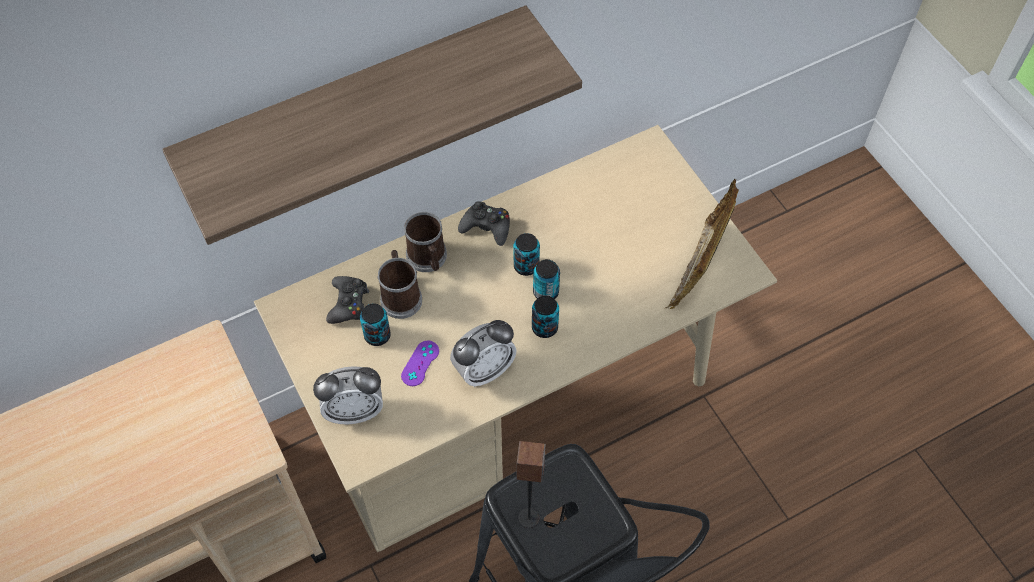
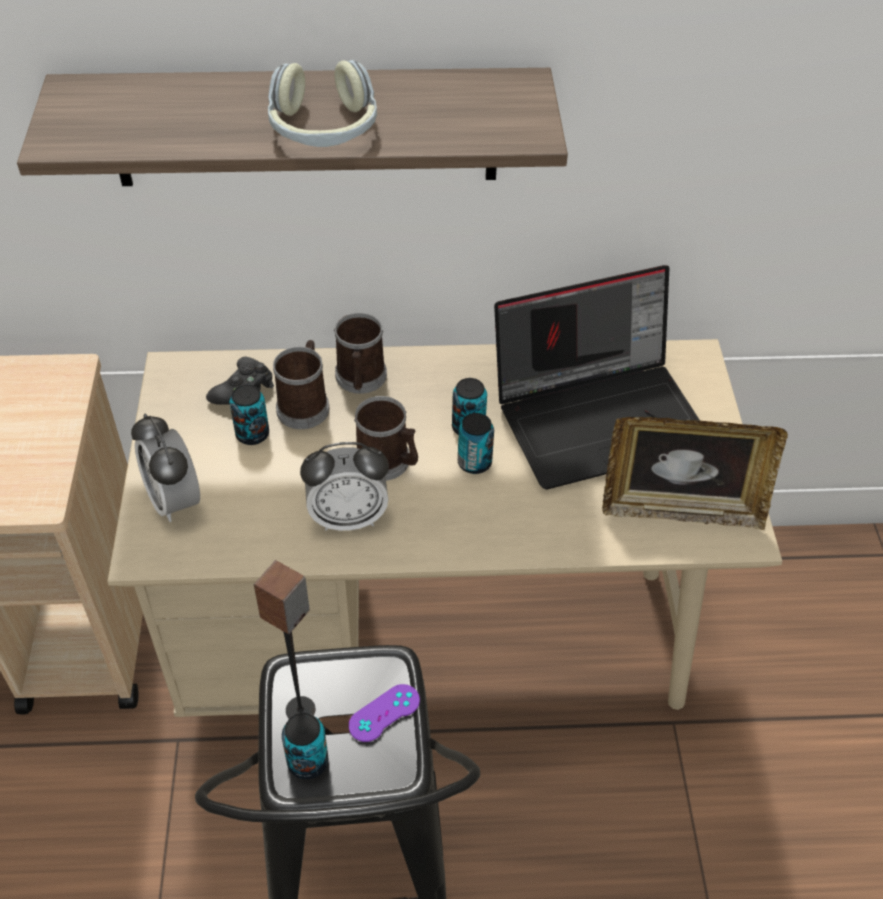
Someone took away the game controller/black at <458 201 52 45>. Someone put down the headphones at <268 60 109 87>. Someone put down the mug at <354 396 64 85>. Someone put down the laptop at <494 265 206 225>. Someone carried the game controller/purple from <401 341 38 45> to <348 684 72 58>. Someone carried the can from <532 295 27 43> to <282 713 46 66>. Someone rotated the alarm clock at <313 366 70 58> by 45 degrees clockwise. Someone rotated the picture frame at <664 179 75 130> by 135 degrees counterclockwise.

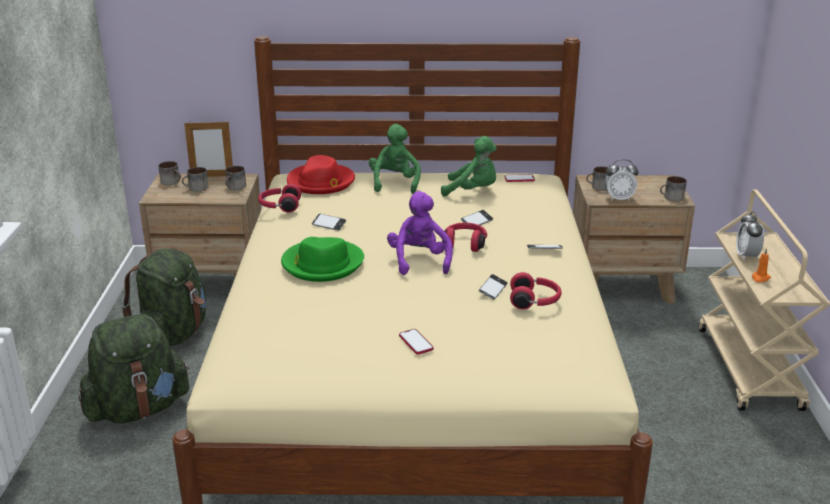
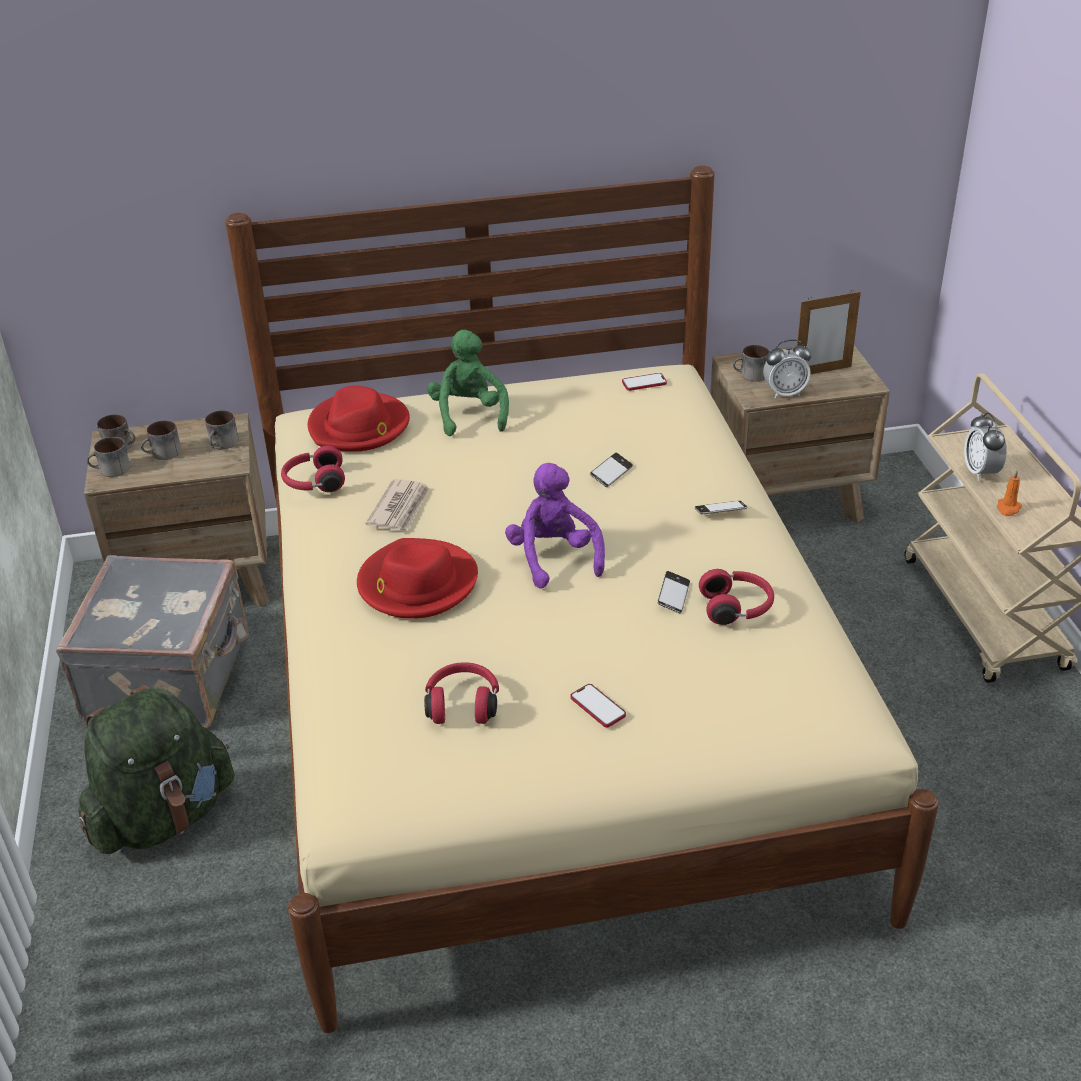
Someone took away the plush toy/green at <441 136 56 61>. Someone carried the picture frame from <184 122 49 55> to <797 290 64 84>. Someone carried the headphones/red from <442 223 45 29> to <424 662 75 62>. Someone carried the mug from <660 176 27 25> to <86 437 44 40>. Someone swapped the backpack/green at <122 248 85 98> for the suitcase/grey at <56 555 194 173>. Someone swapped the phone at <312 214 34 17> for the newspaper at <366 479 63 52>. Someone repainted the hat/green at <281 237 83 45>, which became the hat/red at <357 538 121 81>.

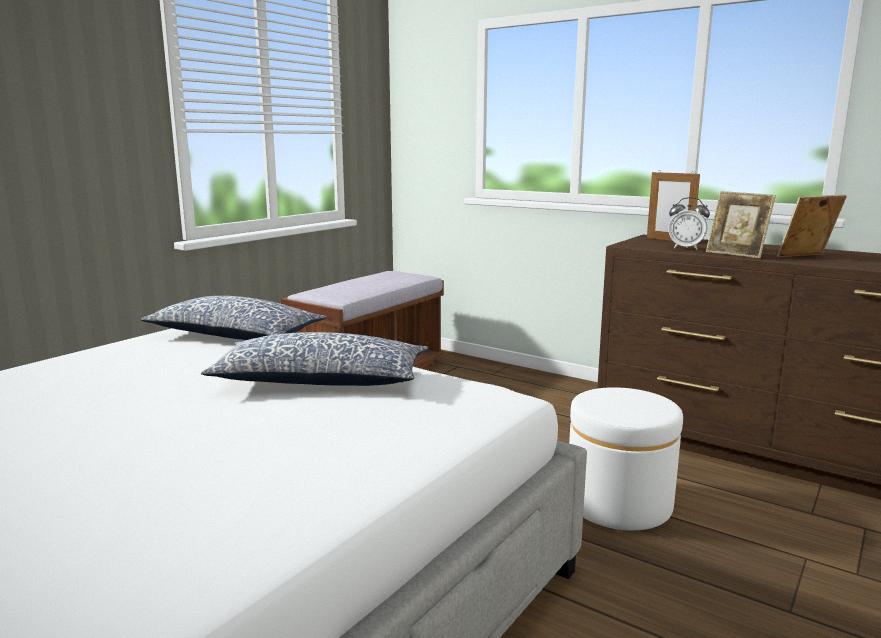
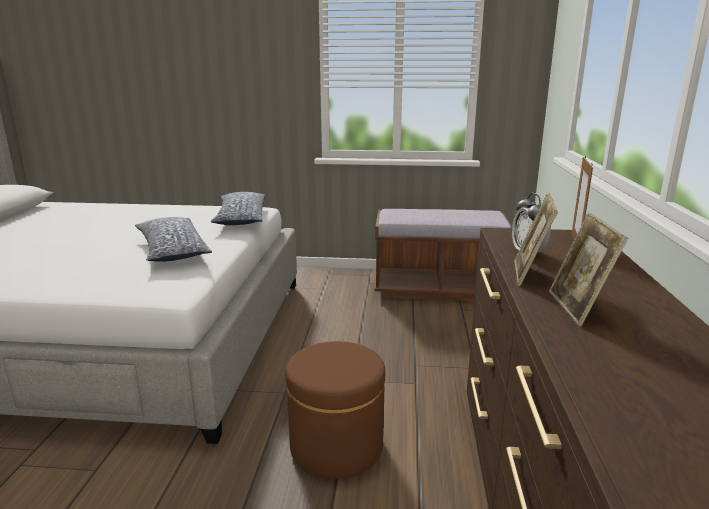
Someone repainted the ottoman/white at <569 387 114 143>, which became the ottoman/brown at <286 341 99 138>. Someone rotated the picture frame at <777 195 70 62> by 135 degrees counterclockwise.

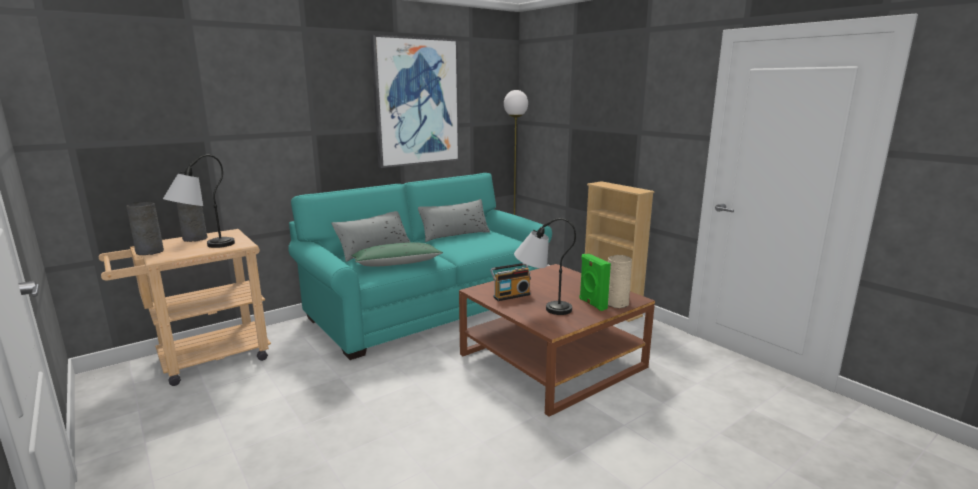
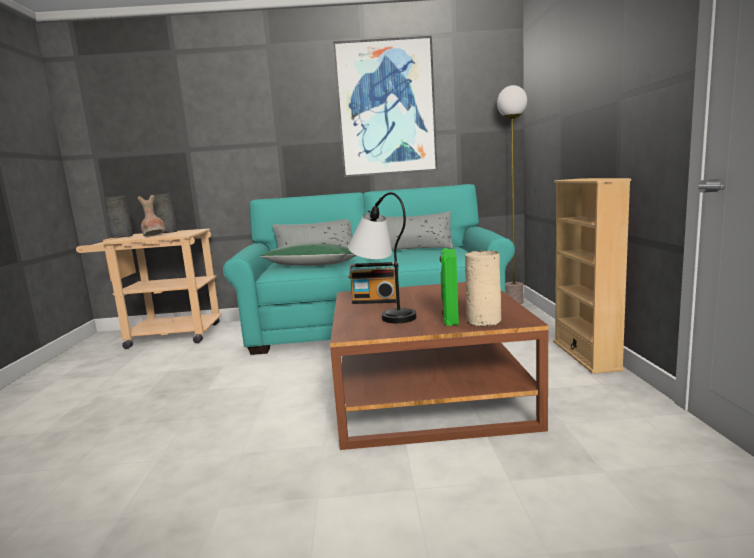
Someone swapped the table lamp at <163 155 72 93> for the vase/brown at <137 195 29 41>.

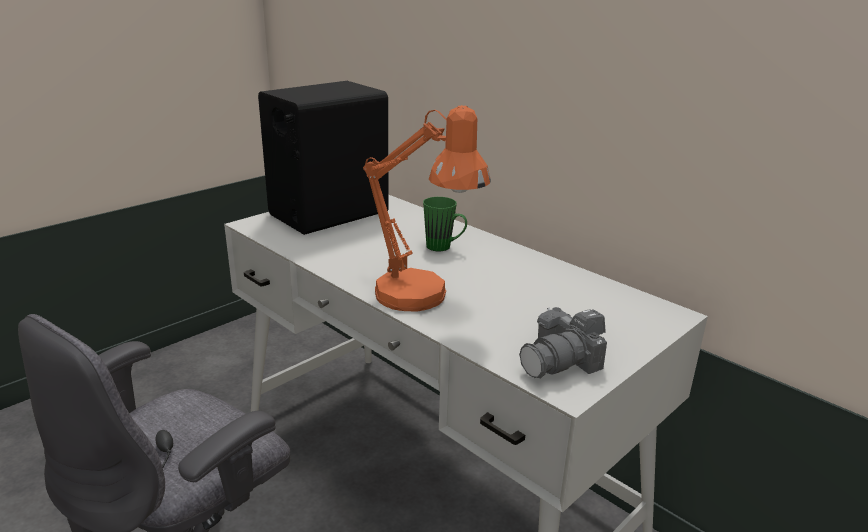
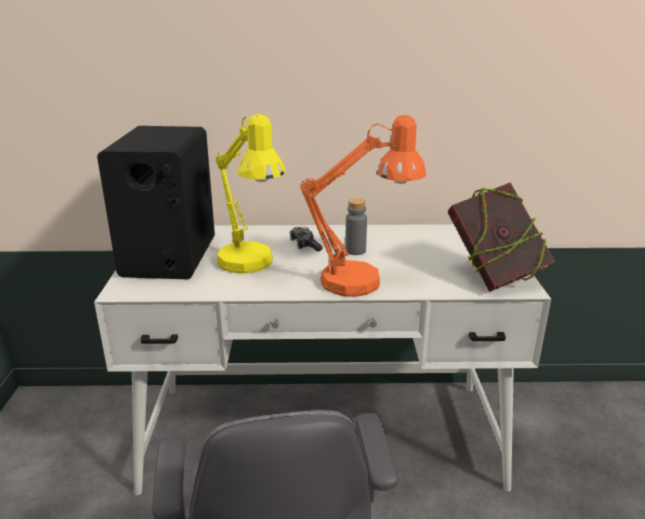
Someone put down the table lamp/yellow at <215 114 71 159>. Someone put down the bottle/grey at <345 198 22 57>. Someone swapped the mug/green at <423 197 44 54> for the game controller at <289 227 34 24>. Someone swapped the photo camera at <519 307 88 71> for the book at <448 182 107 110>.

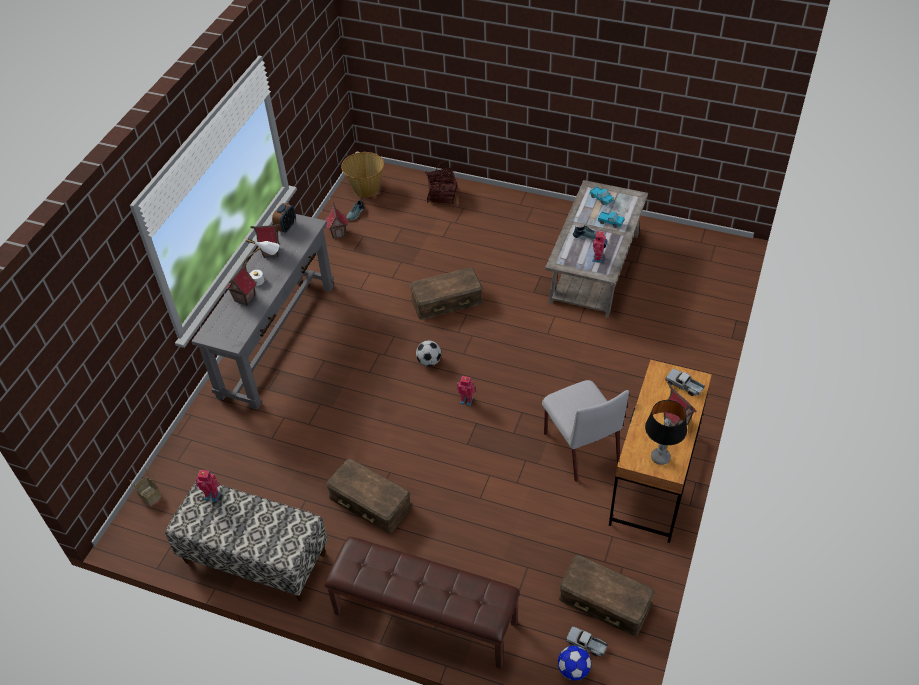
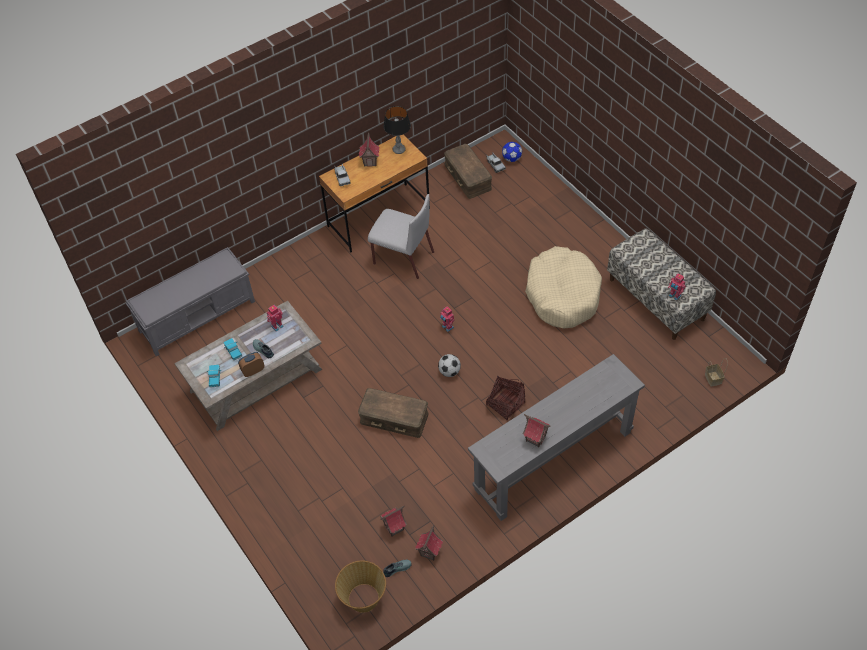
Someone took away the table lamp/white at <241 238 38 48>. Someone took away the bench/brown at <325 537 195 132>. Someone put down the bench/grey at <126 247 129 109>. Someone carried the toy house from <226 262 31 44> to <380 506 27 31>. Someone carried the alarm clock from <272 203 24 30> to <238 352 27 25>. Someone carried the basket from <425 161 32 43> to <486 376 39 45>. Someone swapped the storage box/brown at <326 459 86 75> for the dog bed/beige at <525 246 77 82>. Someone rotated the chair/grey at <542 380 87 102> by 105 degrees clockwise.

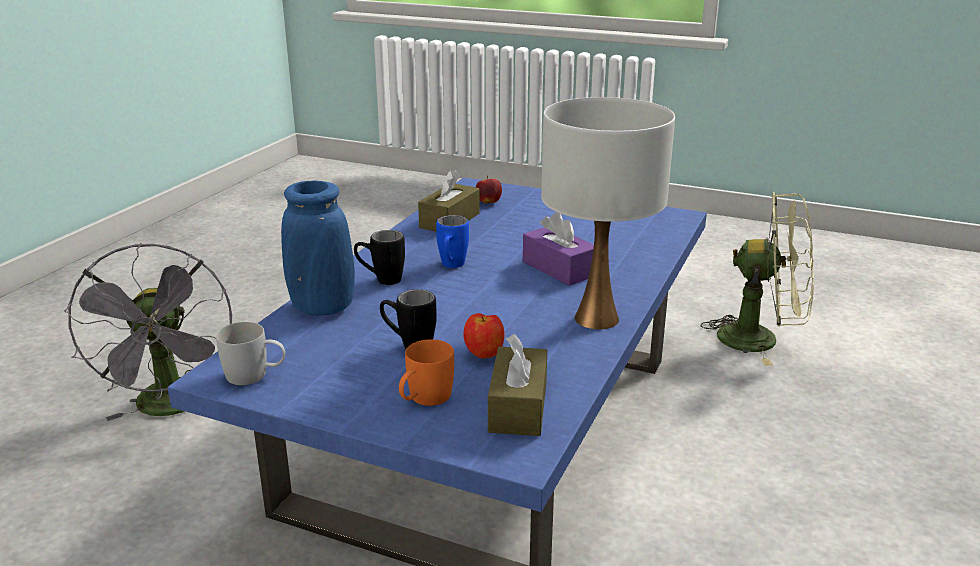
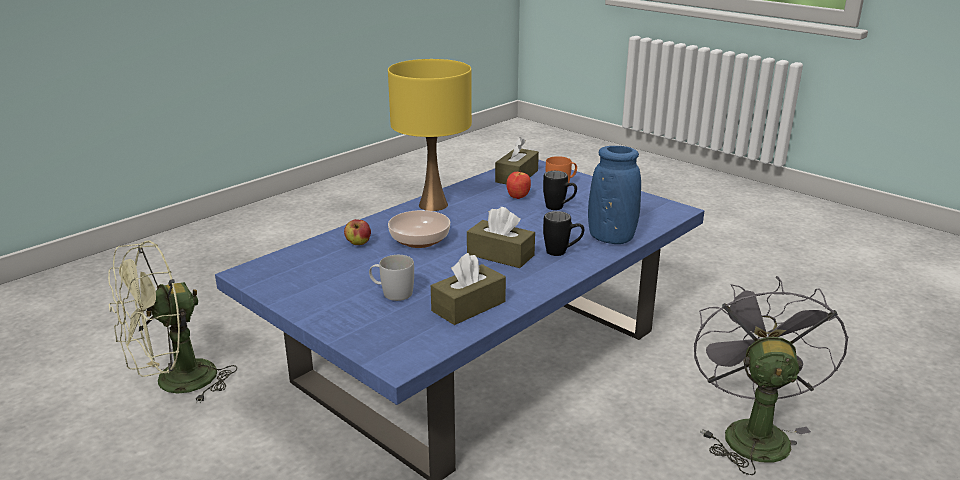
Someone carried the mug/white from <216 322 69 63> to <369 255 45 46>. Someone carried the apple from <476 176 26 27> to <344 219 27 26>. Someone swapped the mug/blue at <436 215 33 53> for the tissue box/brown at <467 207 68 61>. Someone swapped the tissue box/purple at <523 212 71 74> for the bowl at <388 210 62 38>. Someone repainted the table lamp/white at <541 97 134 232>, which became the table lamp/yellow at <388 59 84 152>. Someone rotated the fan/green at <701 192 113 174> by 75 degrees counterclockwise.

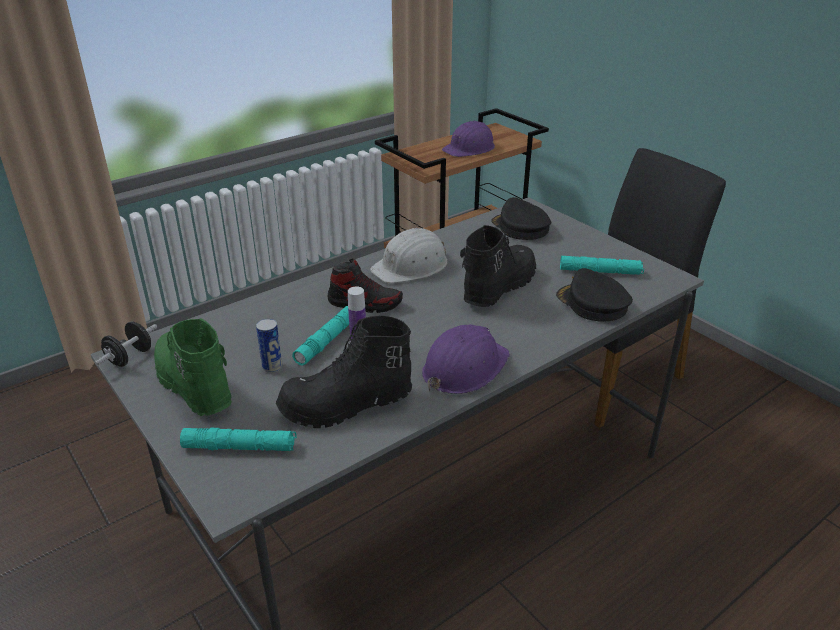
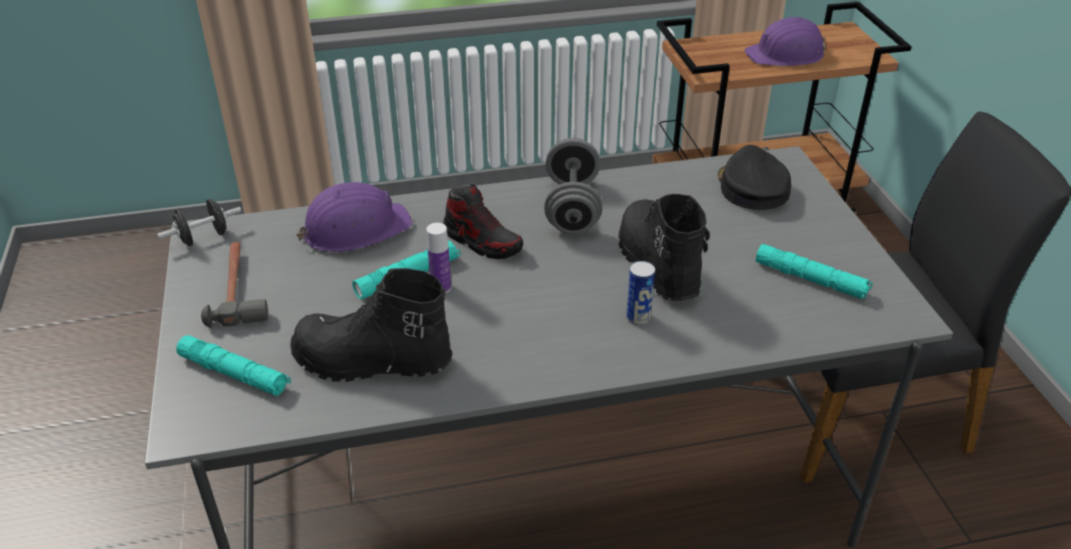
Someone took away the cap/black at <556 268 77 54>. Someone carried the can from <256 319 26 54> to <626 261 29 65>. Someone carried the hard hat/purple from <422 325 88 69> to <296 182 117 70>. Someone swapped the boot/green at <154 318 78 98> for the hammer at <201 242 67 86>. Someone swapped the hard hat/white at <370 228 77 55> for the dumbbell/grey at <544 138 58 97>. Someone rotated the boot/black at <460 225 76 82> by 75 degrees counterclockwise.

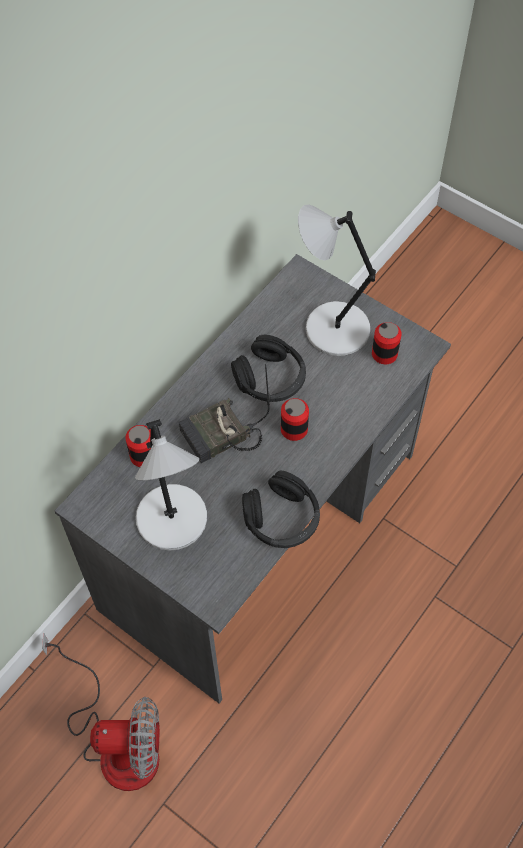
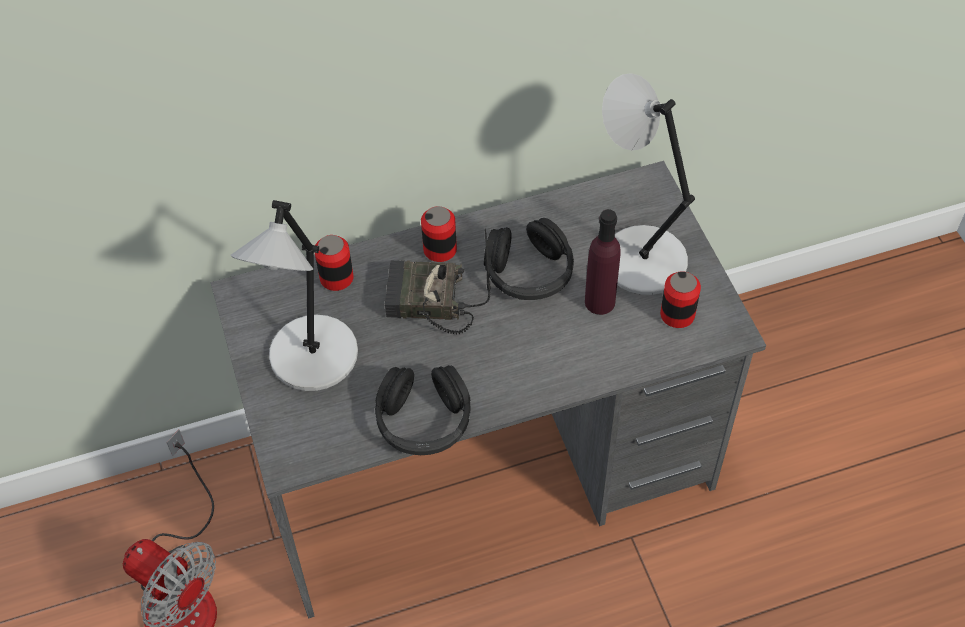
Someone put down the bottle/purple at <585 209 36 106>. Someone carried the can from <281 398 28 43> to <421 206 36 56>.

